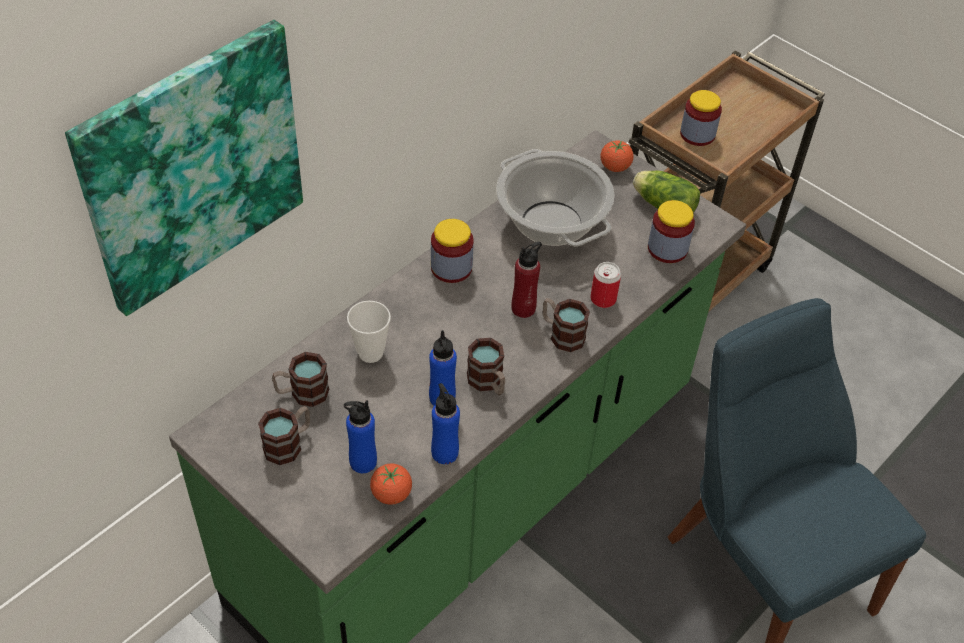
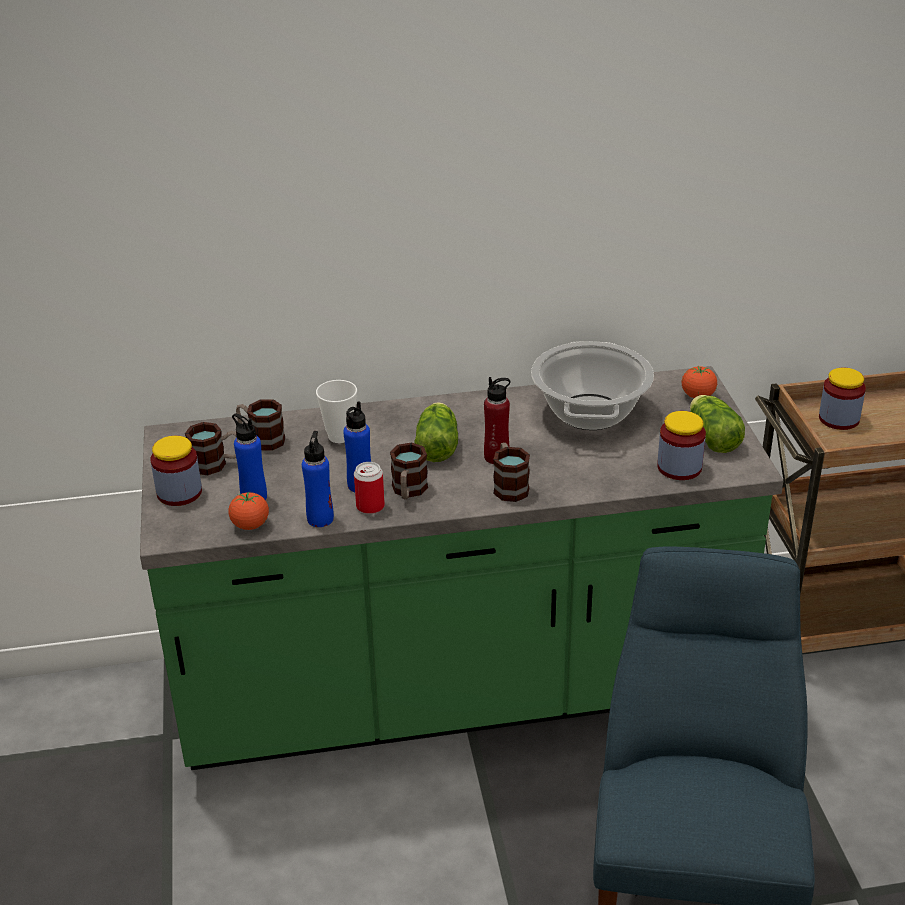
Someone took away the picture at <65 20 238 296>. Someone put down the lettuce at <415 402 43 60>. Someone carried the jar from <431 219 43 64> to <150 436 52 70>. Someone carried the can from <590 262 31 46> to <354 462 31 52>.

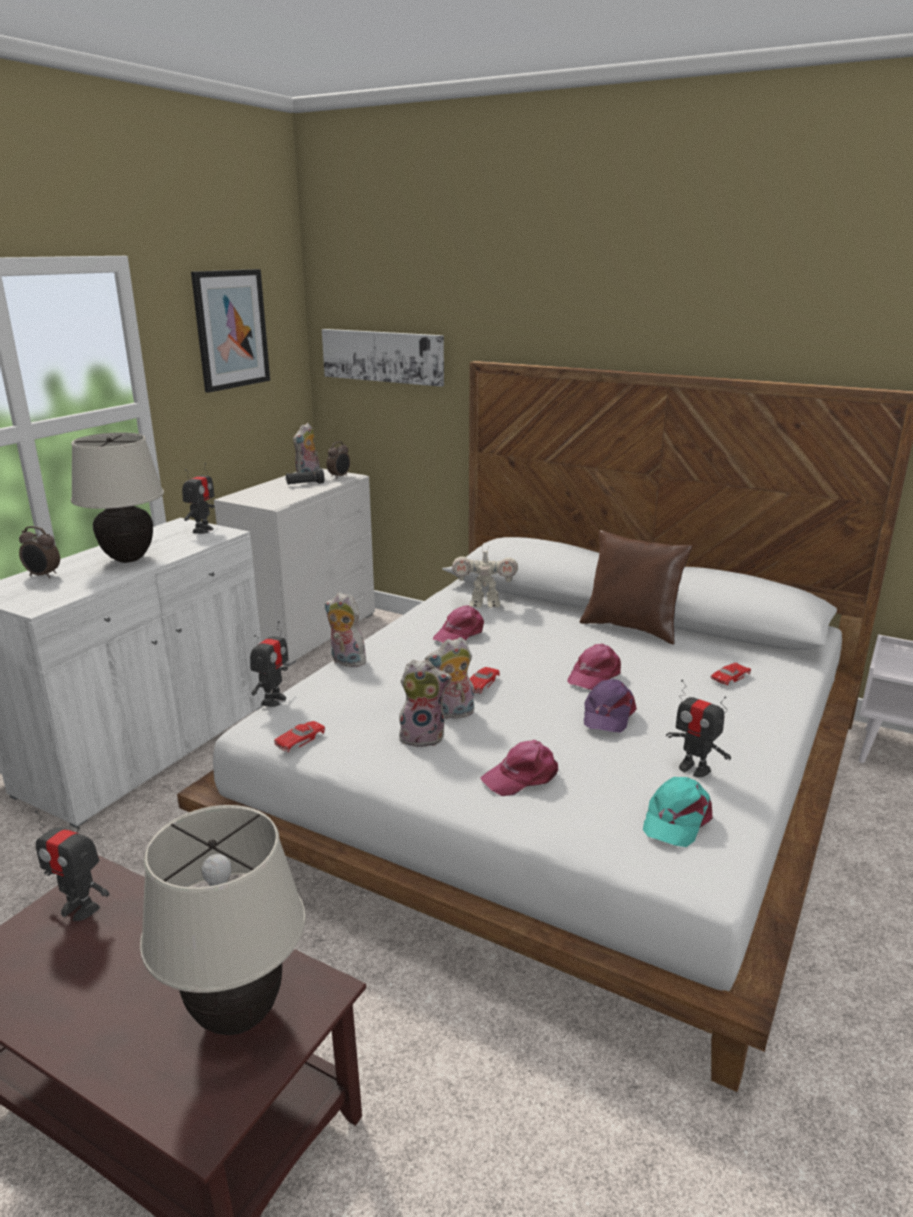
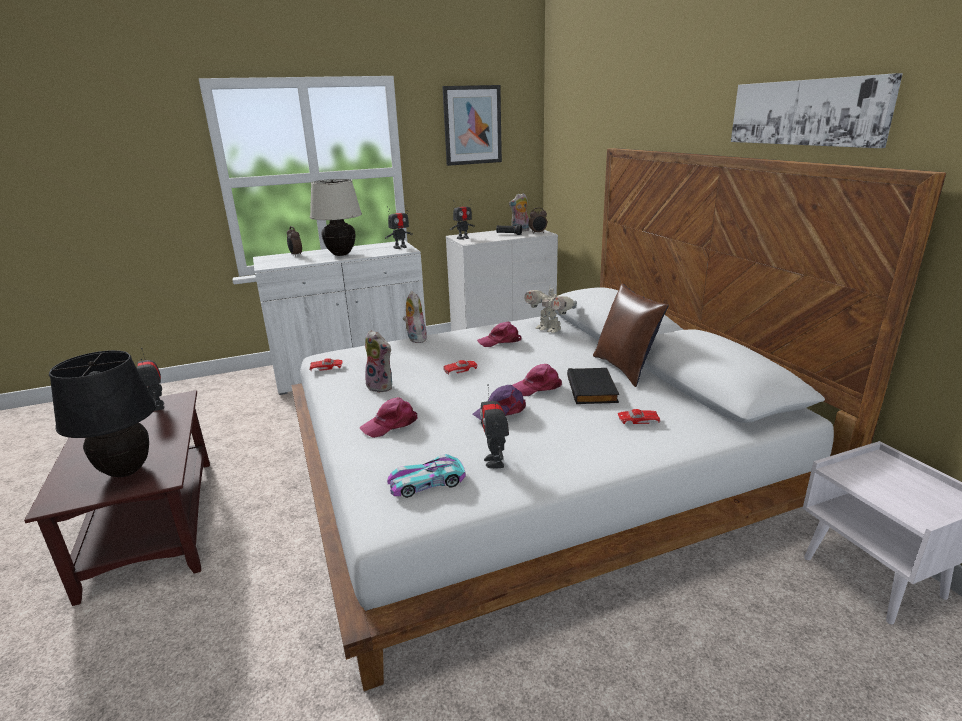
Someone took away the plush toy at <425 637 49 82>. Someone put down the book/black at <567 368 52 36>. Someone carried the toy robot from <250 621 38 86> to <450 200 25 40>. Someone carried the picture from <322 329 122 58> to <731 73 172 75>. Someone swapped the cap/turquoise at <643 777 70 70> for the toy car at <387 454 78 44>. Someone repainted the table lamp/beige at <140 805 166 230>, which became the table lamp/black at <49 350 108 127>. Someone rotated the cap/pink at <480 740 78 56> by 45 degrees counterclockwise.

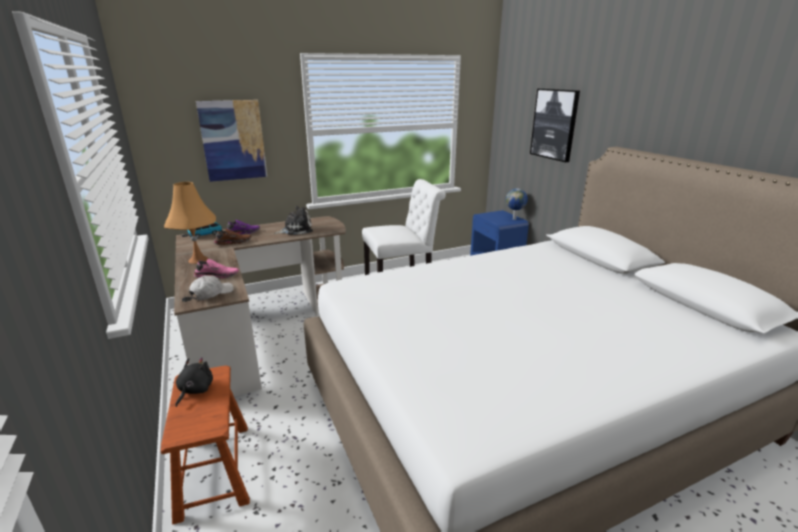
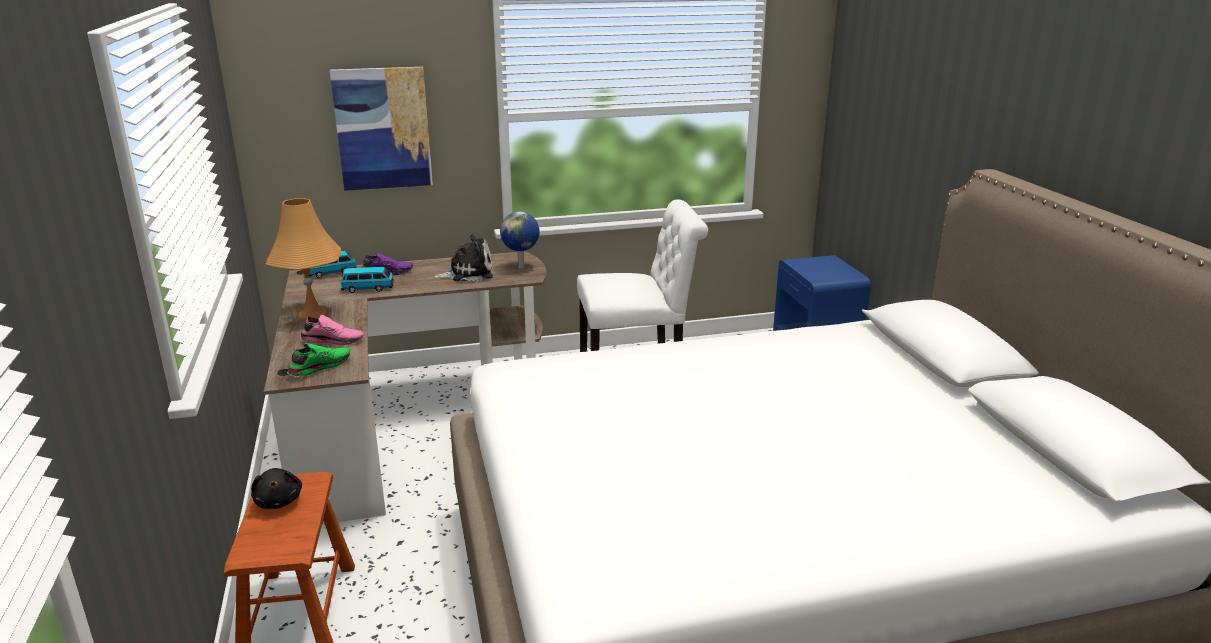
Someone took away the picture at <530 89 50 73>. Someone carried the globe from <506 188 22 32> to <500 212 40 57>. Someone swapped the cap/white at <189 275 45 25> for the shoe/green at <287 343 63 34>. Someone swapped the shoe/brown at <213 229 38 16> for the toy car at <341 267 53 26>. Someone rotated the plush toy/black at <175 357 38 50> by 135 degrees clockwise.

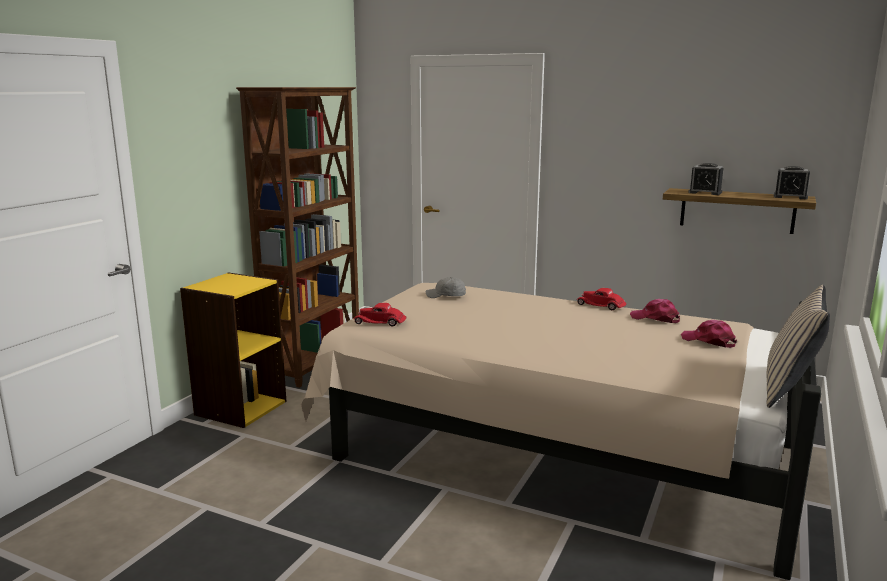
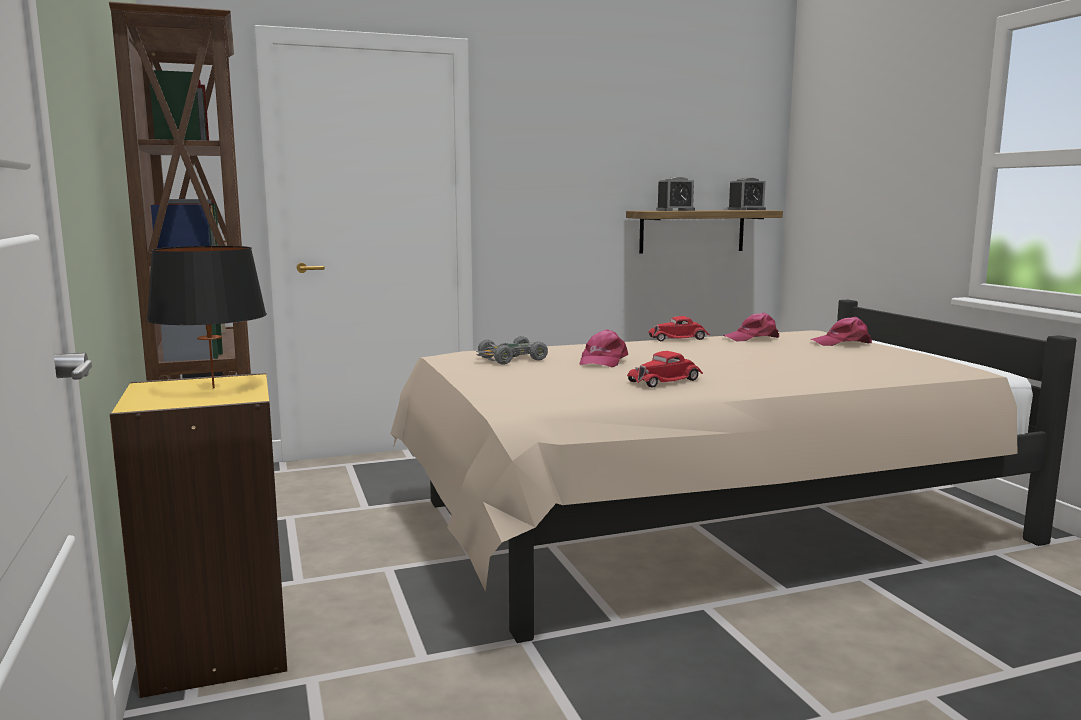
Someone took away the pillow/beige at <766 285 64 123>. Someone put down the table lamp/black at <146 246 121 143>. Someone put down the cap/pink at <580 329 48 38>. Someone carried the toy car/red from <353 303 53 23> to <627 351 76 37>. Someone swapped the cap/grey at <426 277 40 21> for the toy car/grey at <476 336 72 29>.

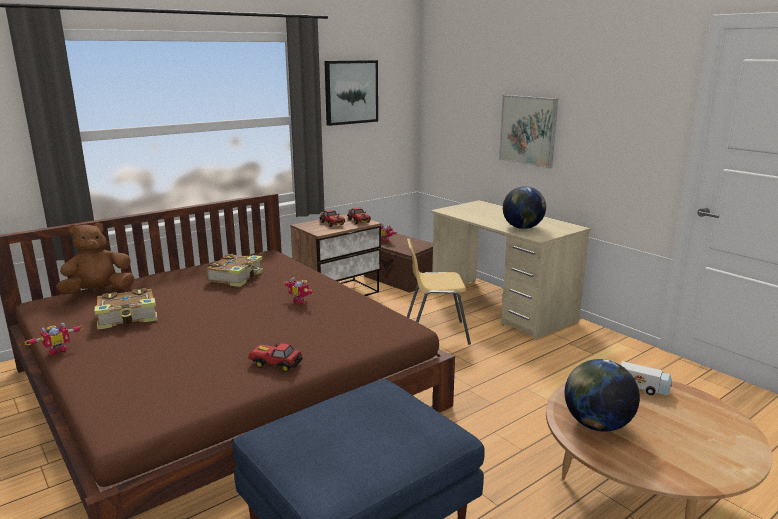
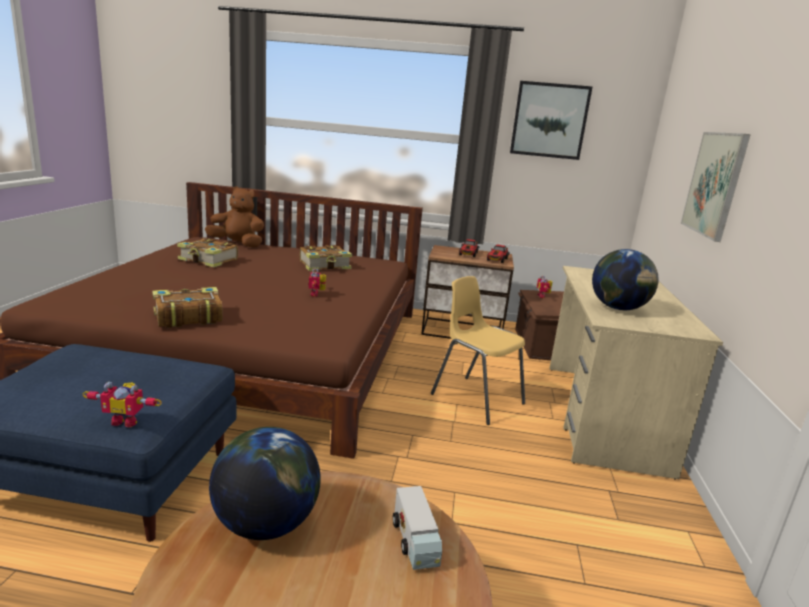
Someone carried the toy robot from <25 322 59 34> to <82 382 80 45>. Someone swapped the toy car at <248 343 55 29> for the book at <152 287 71 41>.

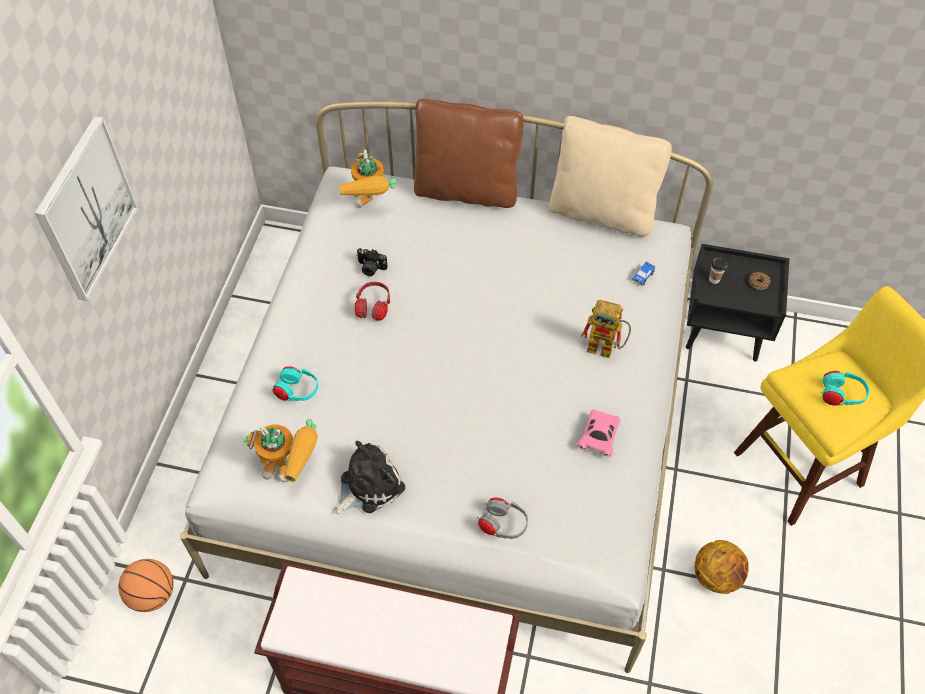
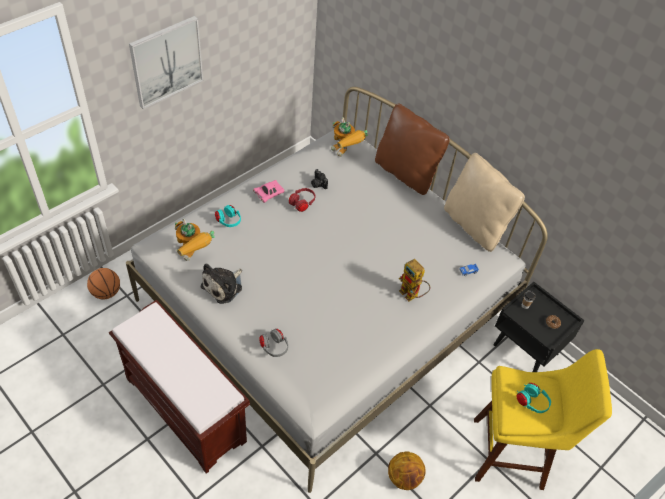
Someone carried the toy car/pink from <577 409 43 48> to <253 180 31 23>. Someone rotated the plush toy at <335 441 70 74> by 135 degrees clockwise. Someone rotated the toy robot at <339 149 57 59> by 60 degrees counterclockwise.

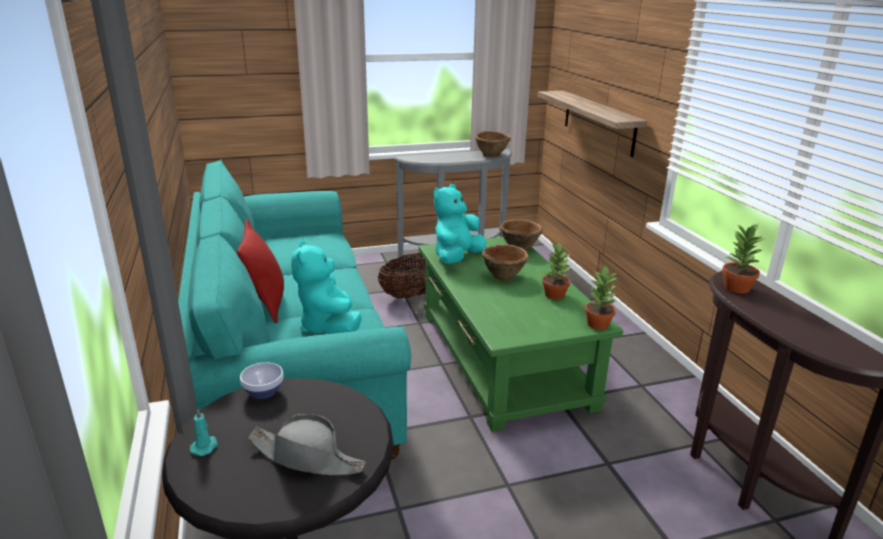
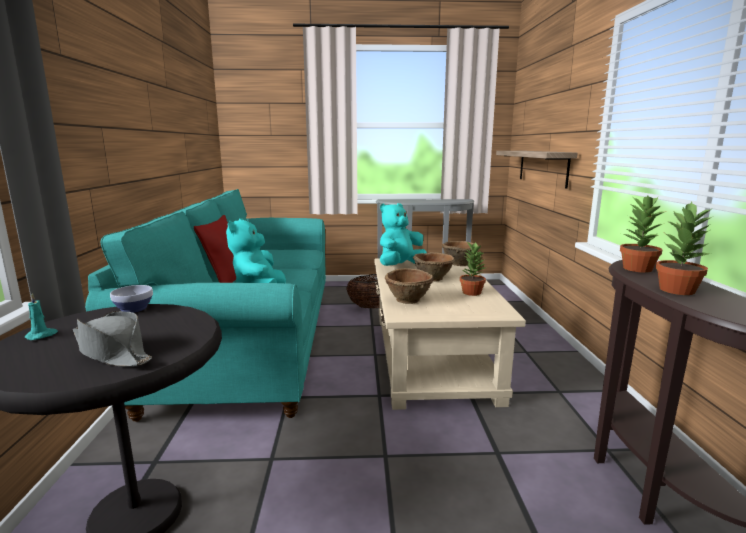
Someone carried the bowl/brown from <475 131 36 26> to <385 268 48 36>. Someone carried the potted plant from <585 266 33 64> to <656 201 57 94>. Someone repainted the coffee table/green at <419 237 204 195>, which became the coffee table/beige at <375 258 151 152>.

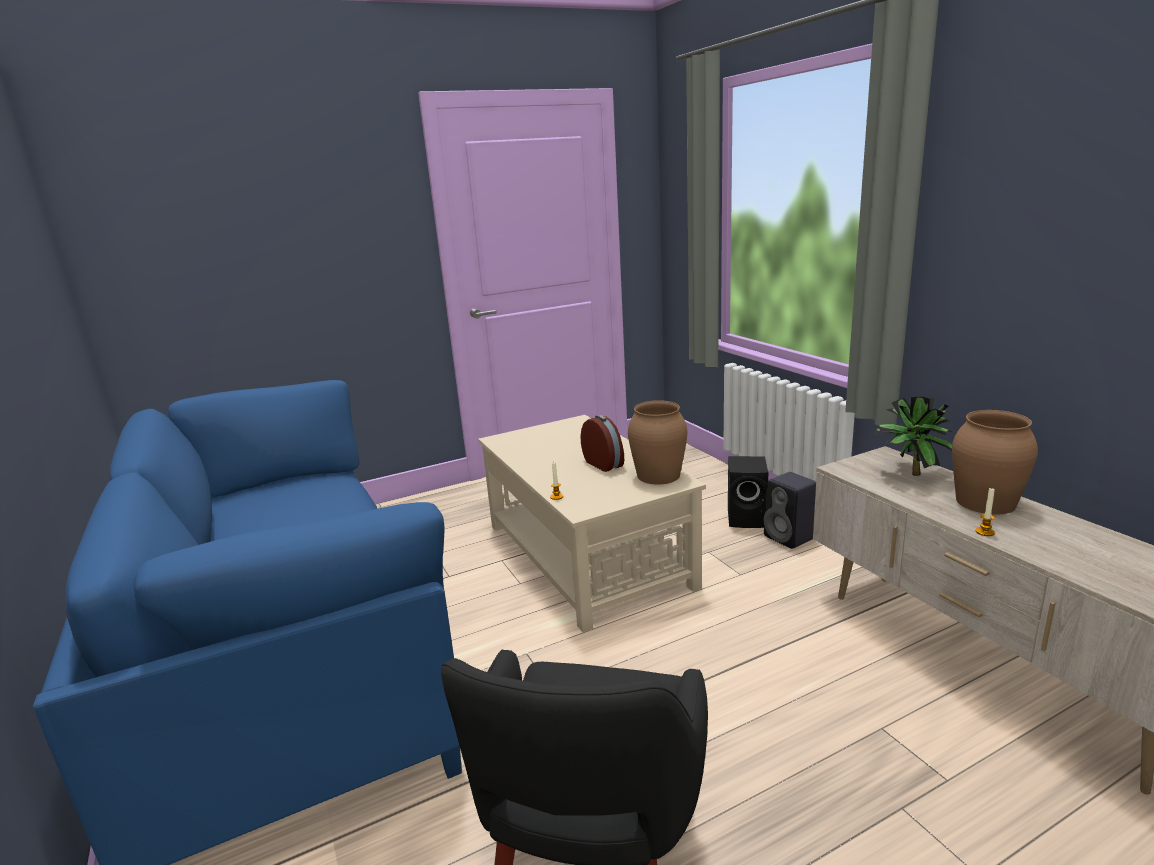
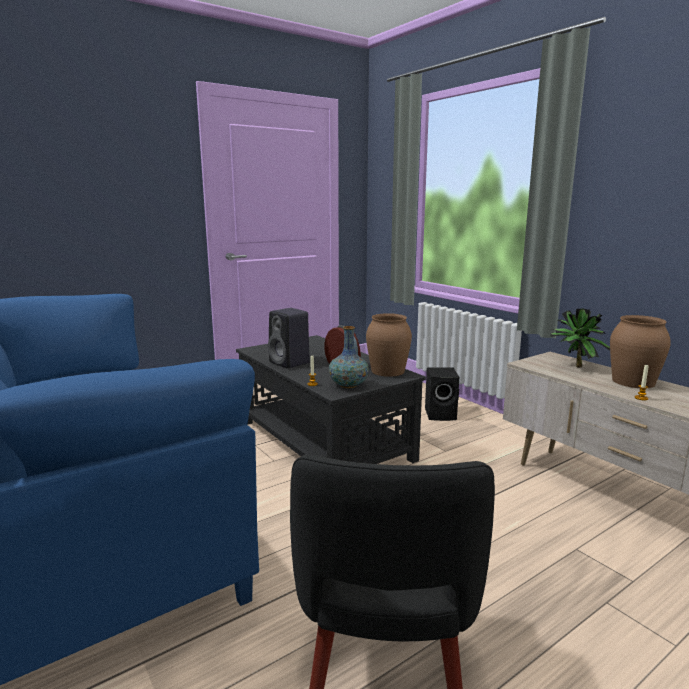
Someone put down the vase at <329 326 40 62>. Someone carried the speaker/black from <764 472 52 77> to <268 308 42 60>. Someone repainted the coffee table/beige at <478 415 228 217>, which became the coffee table/black at <236 335 190 129>.

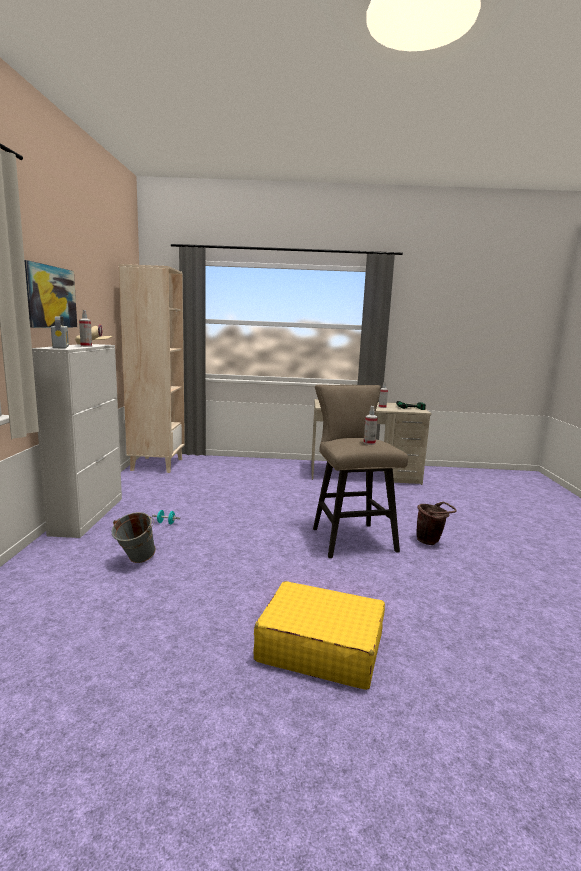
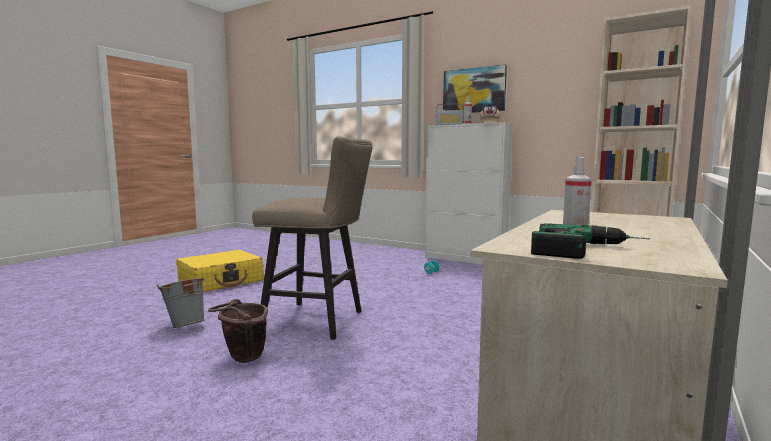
Someone took away the spray bottle at <364 406 14 39>. Someone carried the bucket/grey from <112 512 44 51> to <157 277 49 51>.

